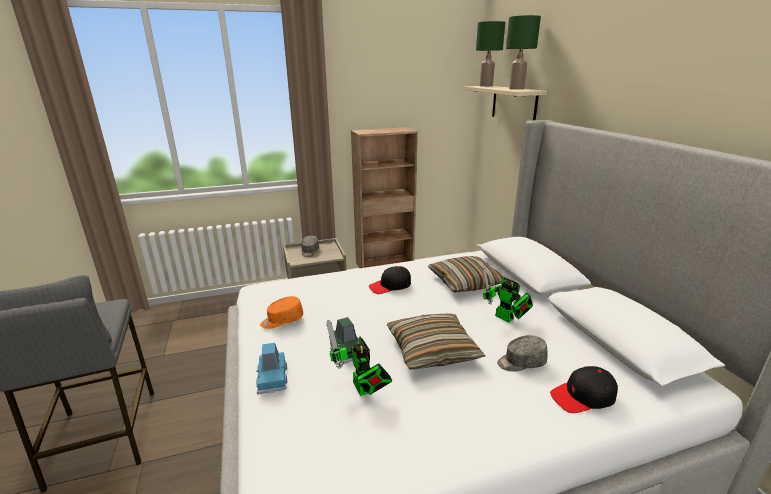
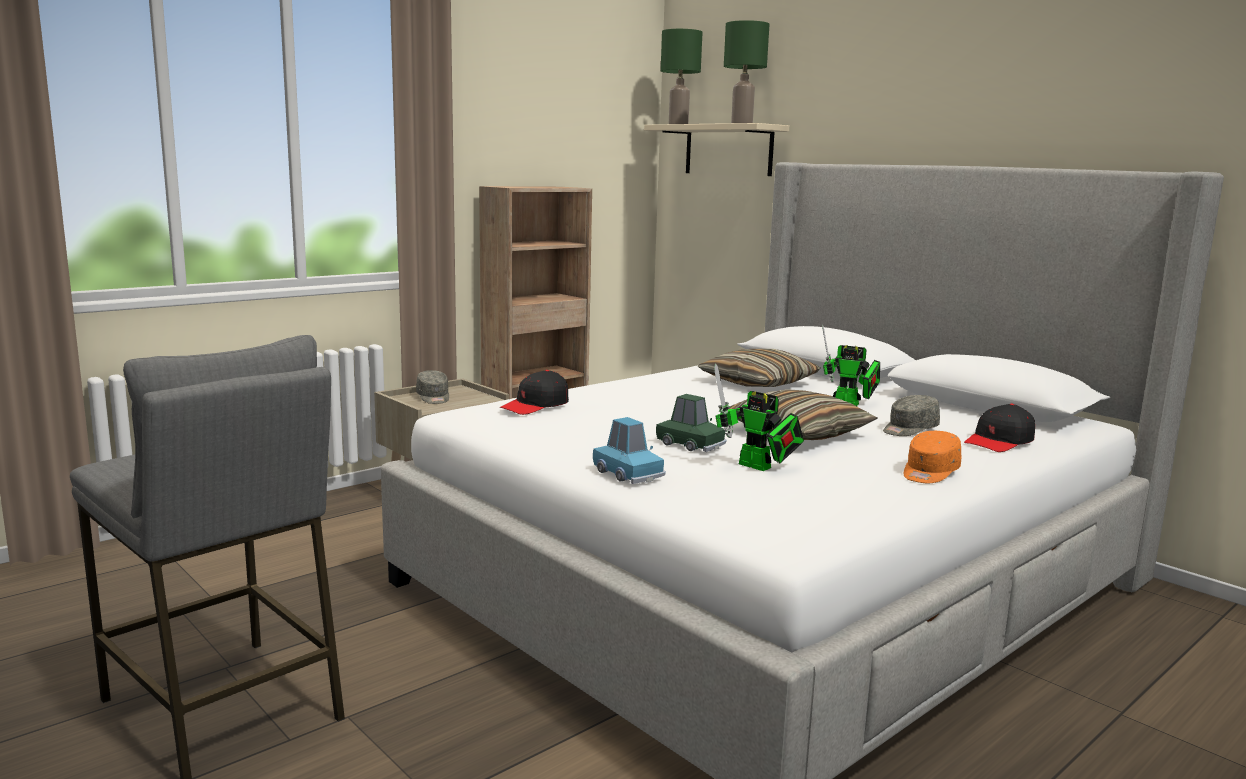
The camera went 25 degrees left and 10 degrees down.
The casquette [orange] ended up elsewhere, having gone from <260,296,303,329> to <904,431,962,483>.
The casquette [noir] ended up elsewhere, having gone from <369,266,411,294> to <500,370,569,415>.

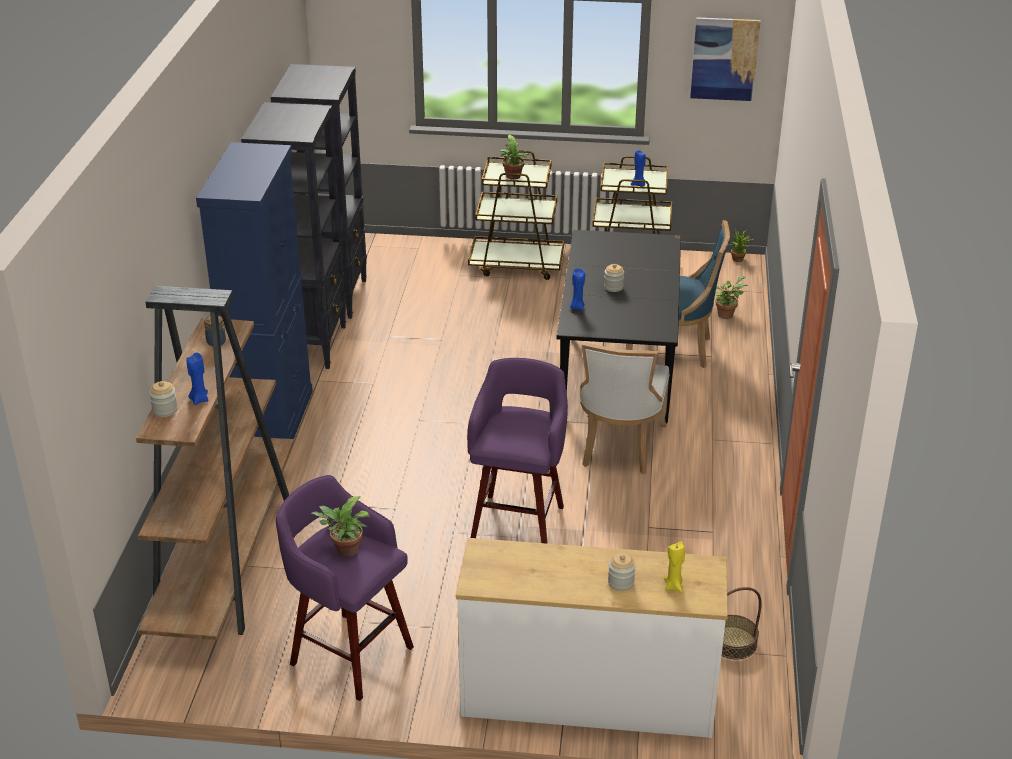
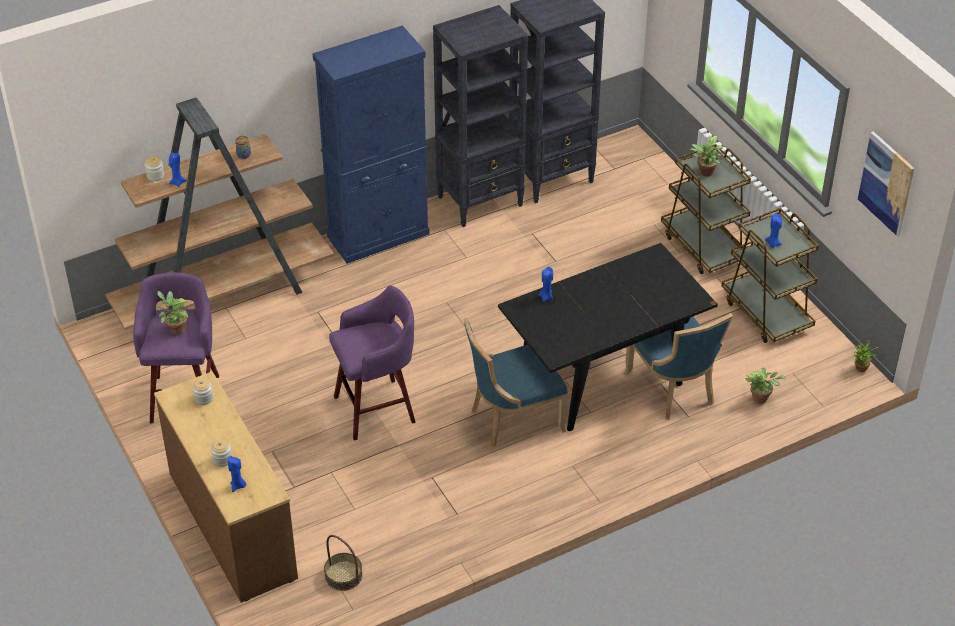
The camera went 55 degrees right and 10 degrees up.
What was the commode [blanc] at <456,538,728,738> turned into the commode [marron] at <154,371,298,603>.
What was the chaise [blanc] at <580,342,669,475> turned into the chaise [bleu] at <464,318,568,448>.
The bocal ended up elsewhere, having gone from <604,264,624,292> to <192,378,213,405>.
What was the bougie [jaune] at <664,542,685,593> turned into the bougie [bleu] at <228,456,246,492>.

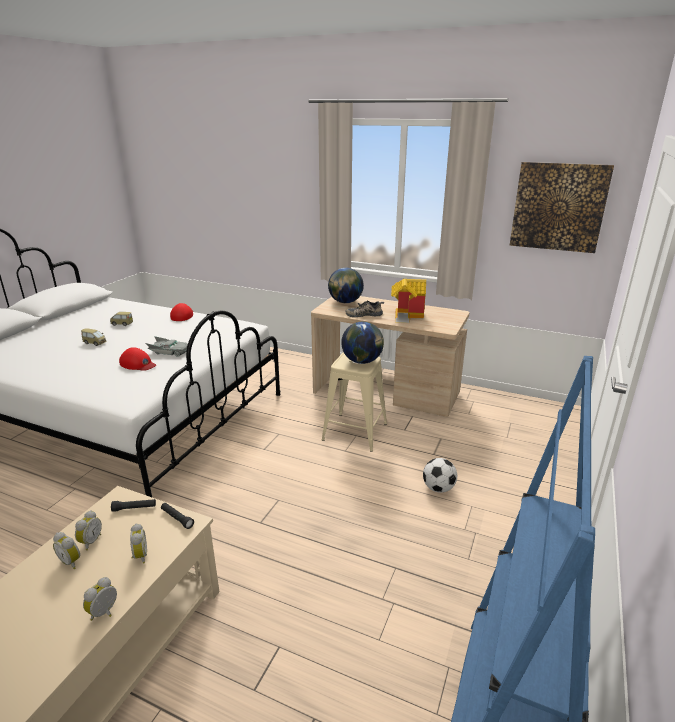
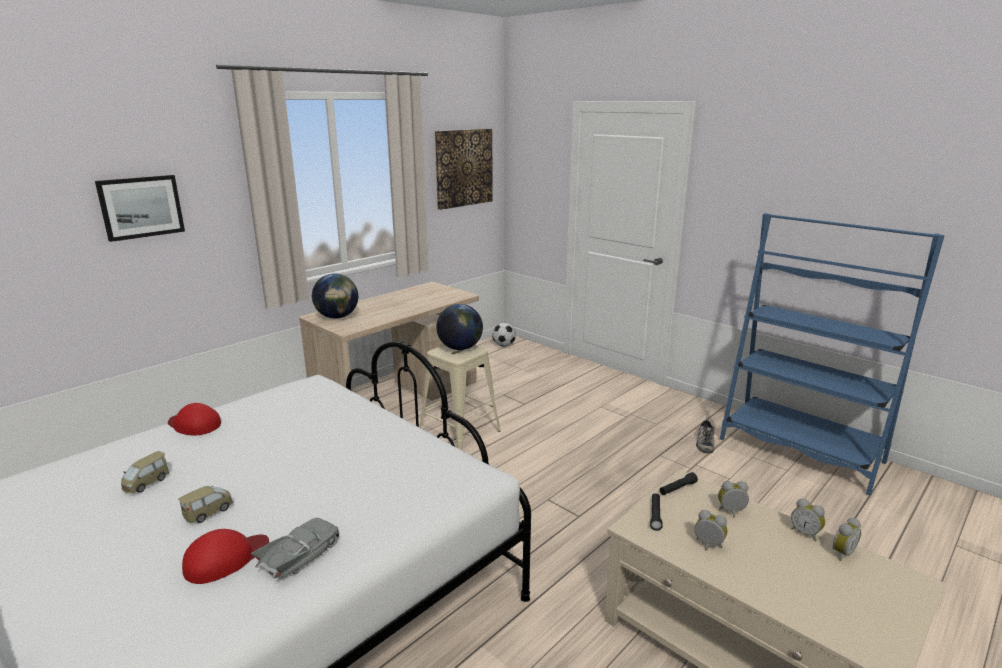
The camera went 70 degrees left and 5 degrees down.
The réveil ended up elsewhere, having gone from <53,532,80,569> to <833,518,861,561>.
The casquette [rouge] ended up elsewhere, having gone from <119,347,156,371> to <182,529,269,584>.
The petite voiture [gris] ended up elsewhere, having gone from <146,336,188,357> to <250,518,339,578>.
The chaussure ended up elsewhere, having gone from <346,300,384,317> to <696,418,715,453>.
The second view lost the maison miniature at <391,279,426,323>.
The ballon de foot ended up elsewhere, having gone from <423,458,457,493> to <492,323,516,346>.
The second view gained the tableau at <95,175,185,242>.

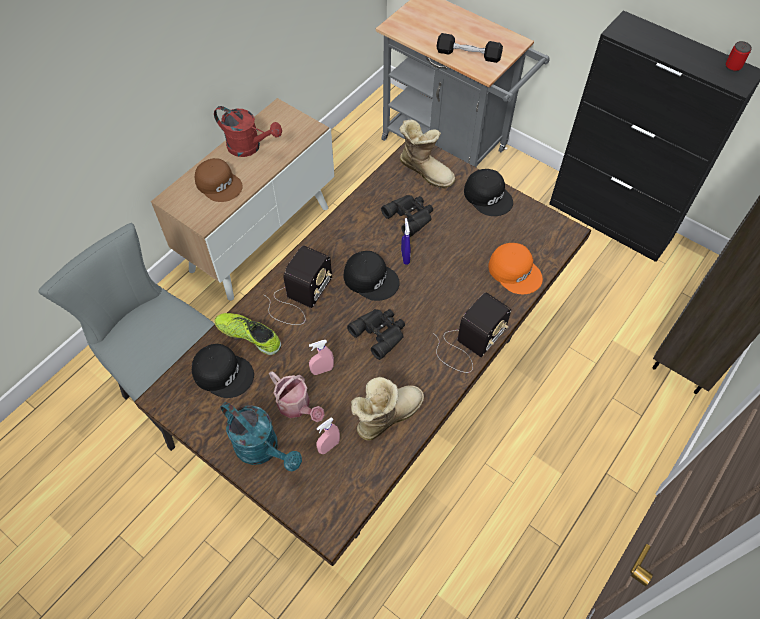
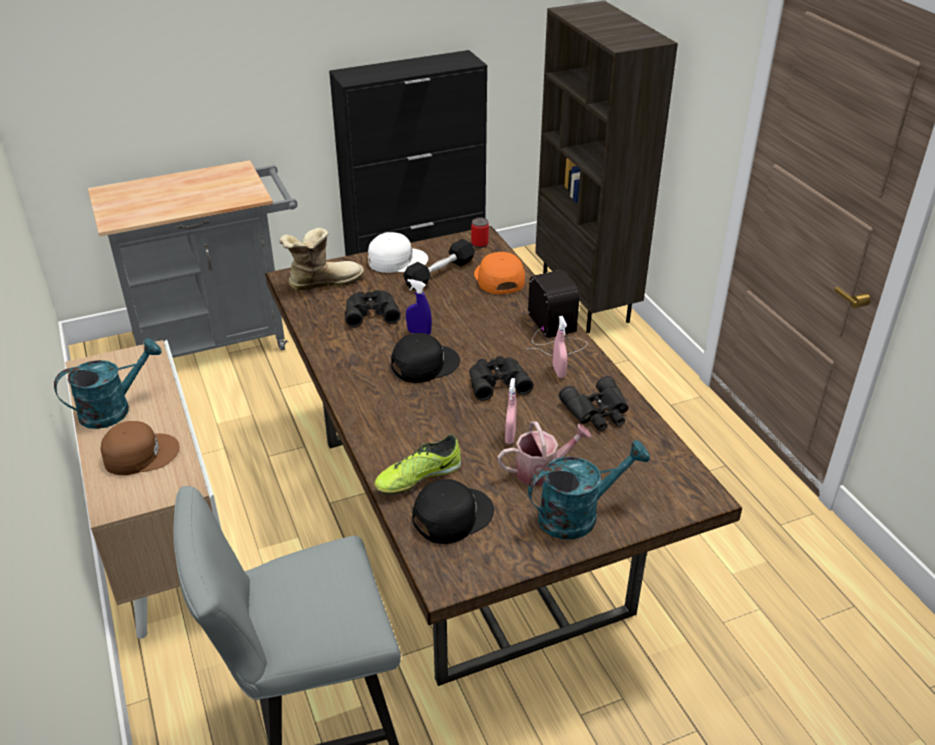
The camera went 60 degrees left and 20 degrees down.
What was the arrosoir [rouge] at <214,106,282,157> turned into the arrosoir [turquoise] at <54,338,162,429>.
The second view lost the radio at <263,246,332,325>.
The vaporisateur [rose] ended up elsewhere, having gone from <316,417,340,454> to <553,316,567,378>.
Where the botte stood at <351,377,424,441>, the jumelles [noir] came to stand at <559,376,629,431>.
The haltère [noir] ended up elsewhere, having gone from <437,33,503,63> to <403,239,475,290>.
What was the casquette [noir] at <464,169,513,216> turned into the casquette [blanc] at <368,232,428,273>.
The casquette [orange] at <488,243,543,294> ended up facing another way, 90 degrees counterclockwise from before.
The boîte métallique ended up elsewhere, having gone from <726,41,752,72> to <471,217,489,248>.

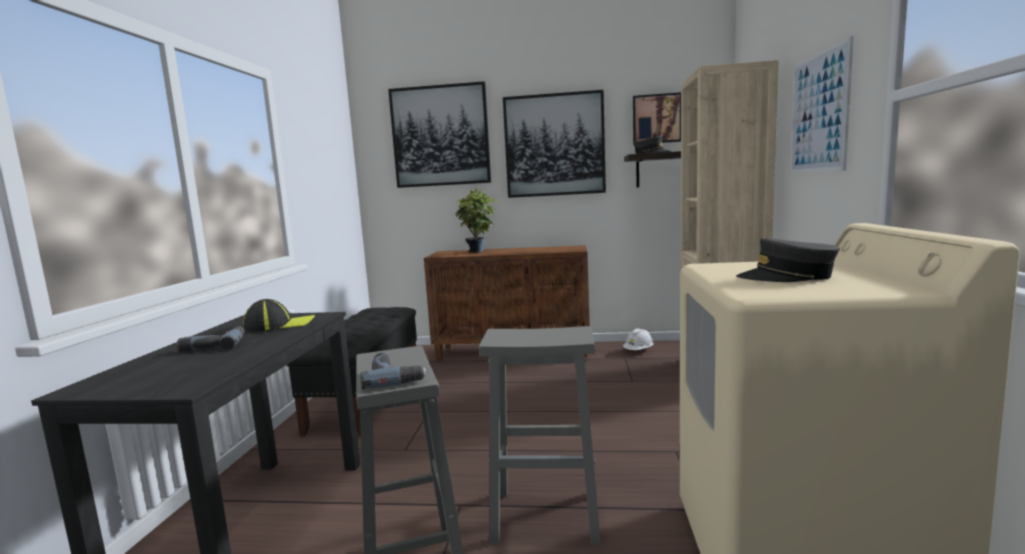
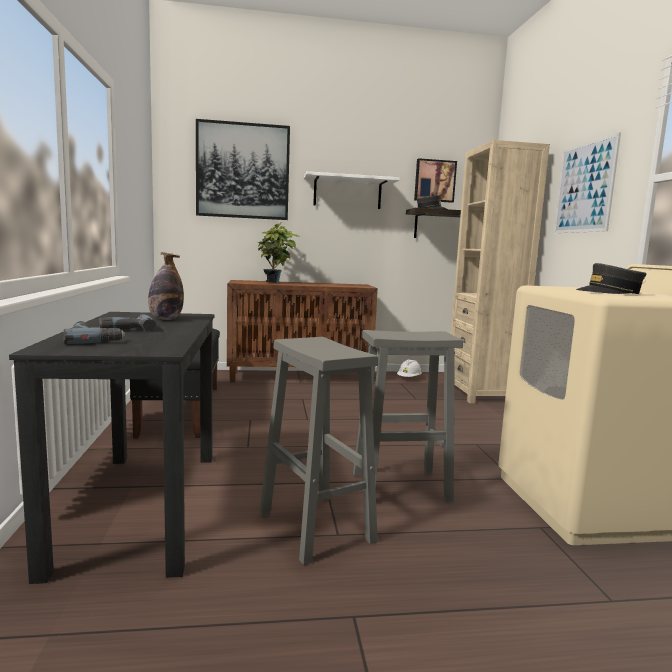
The camera went 15 degrees left and 0 degrees up.
Where the casquette stood at <243,299,315,332>, the bouteille came to stand at <148,252,184,320>.
The perceuse ended up elsewhere, having gone from <360,352,428,390> to <63,321,125,344>.
Where the tableau hung at <503,90,606,198>, the étagère [blanc] came to hang at <304,171,400,209>.

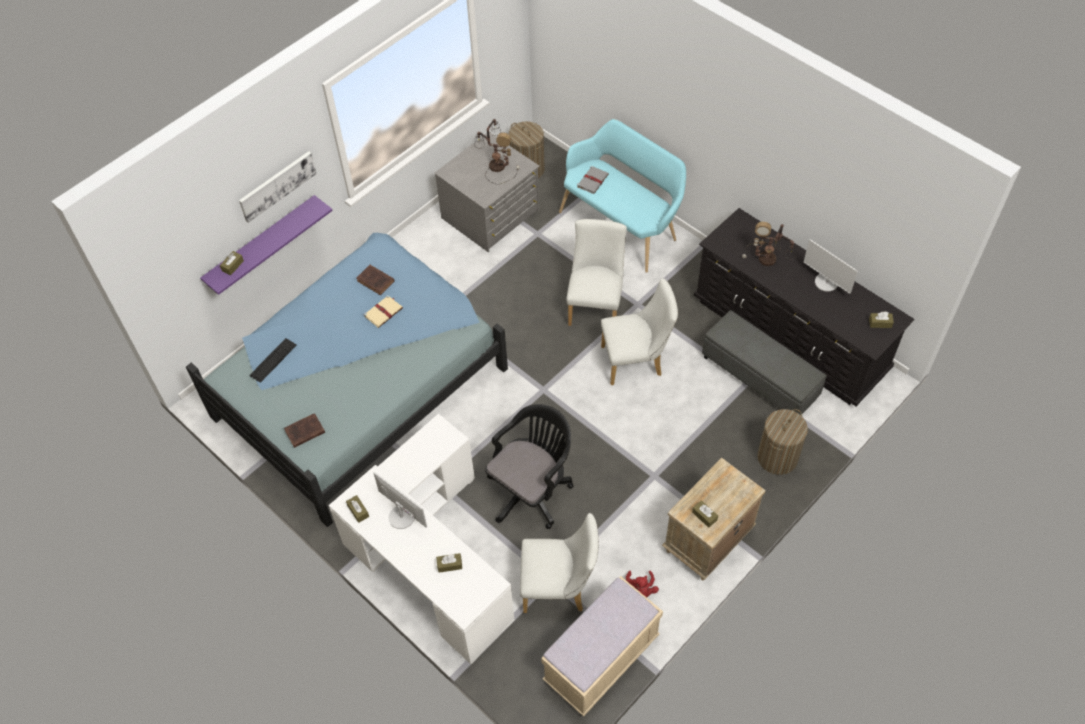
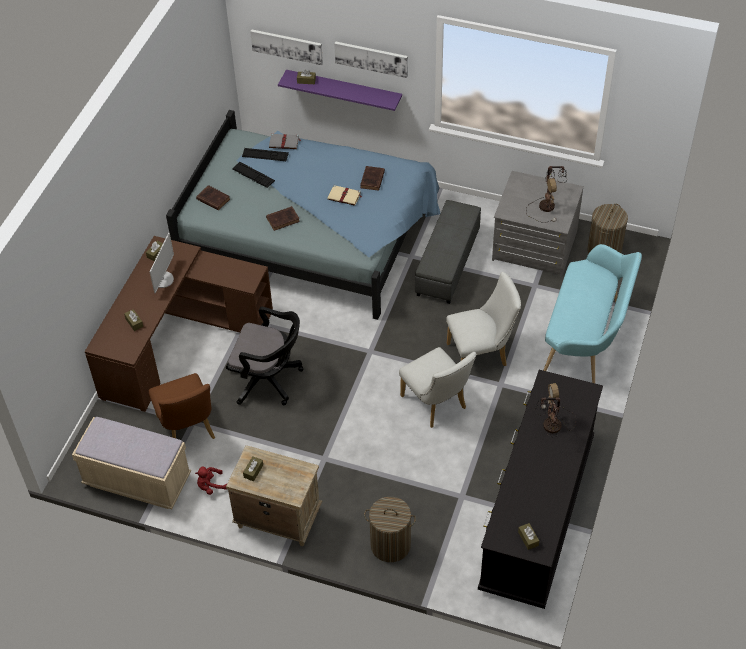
The camera went 65 degrees right and 5 degrees down.
What was the bureau [blanc] at <329,414,515,664> turned into the bureau [marron] at <85,236,273,412>.
What was the chaise [blanc] at <520,513,599,613> turned into the chaise [marron] at <149,373,215,439>.
The livre [gris] ended up elsewhere, having gone from <577,166,609,194> to <269,133,301,149>.
The pouf [gris] ended up elsewhere, having gone from <702,310,827,415> to <415,200,481,304>.
The second view lost the écran d'ordinateur at <804,239,858,294>.
The second view gained the clavier at <232,162,275,188>.
The second view gained the tableau at <250,29,323,65>.
The second view gained the livre [marron] at <266,206,300,231>.

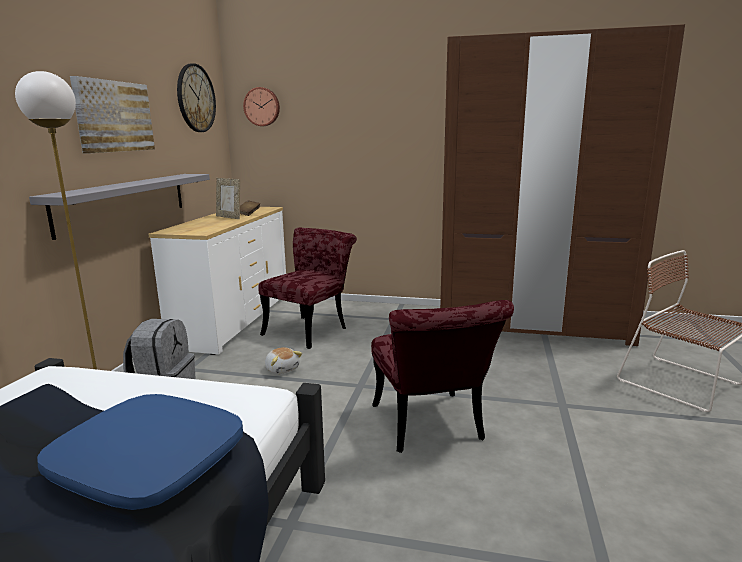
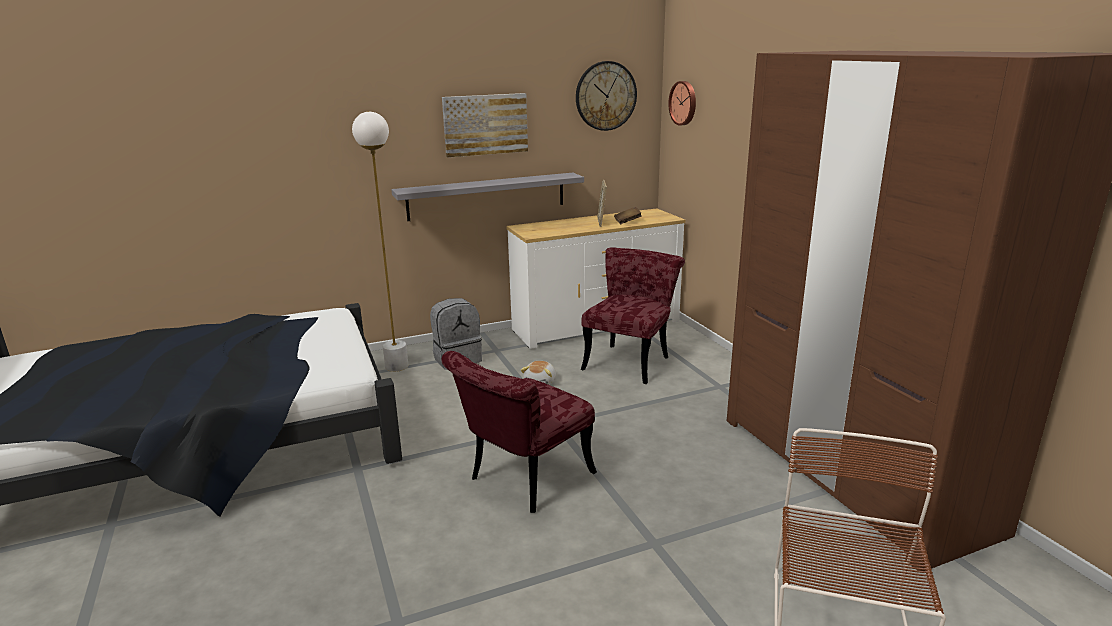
The camera went 55 degrees right and 5 degrees up.
The second view lost the coussin [bleu] at <37,394,243,510>.
The chaise [rouge] at <258,228,357,349> ended up facing another way, 60 degrees counterclockwise from before.

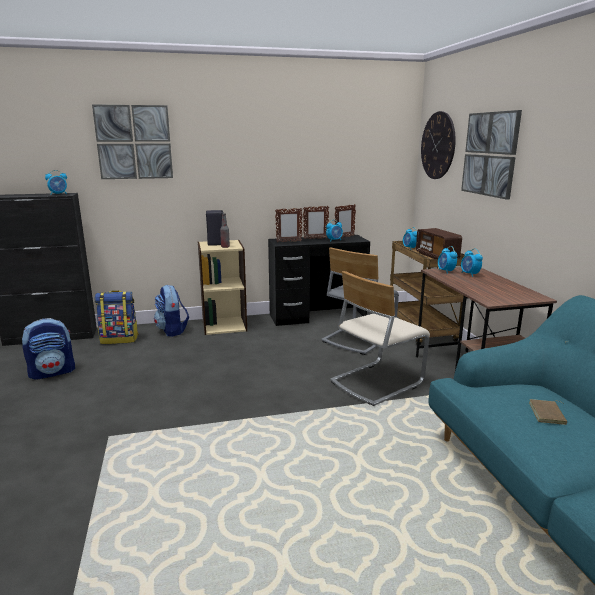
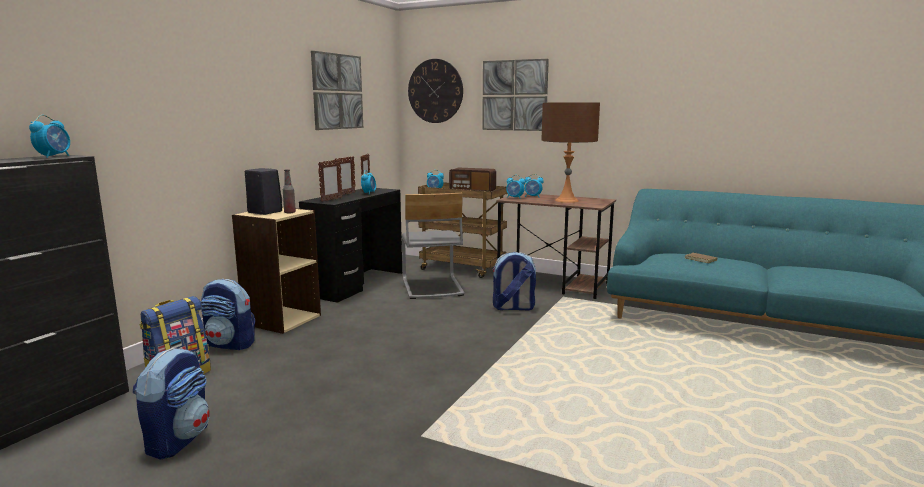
The camera went 50 degrees left and 5 degrees down.
The tableau ended up elsewhere, having gone from <92,104,173,179> to <311,51,363,130>.
Where the chaise [beige] stood at <330,271,430,406>, the sac à dos came to stand at <493,252,536,310>.
The second view gained the lampe de table [marron] at <541,102,600,203>.

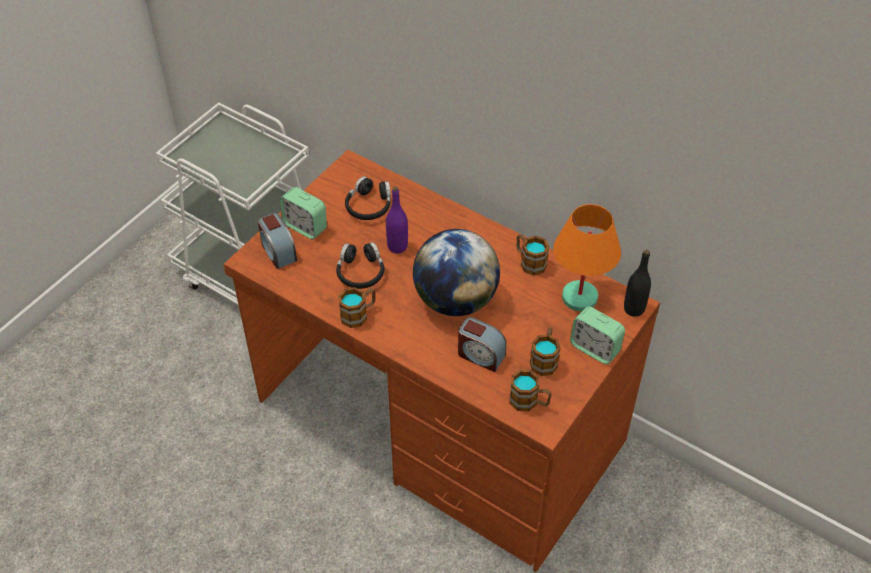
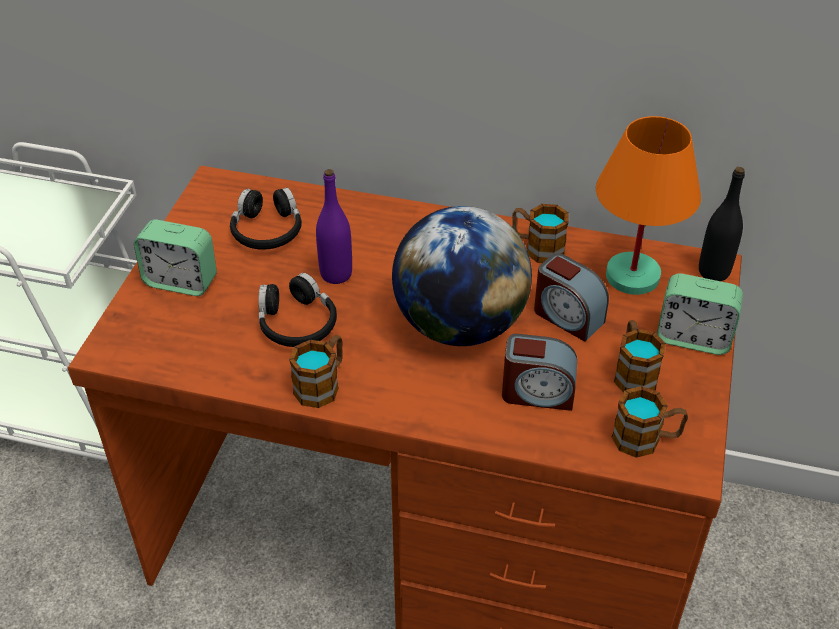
The camera went 20 degrees left and 5 degrees down.
The réveil ended up elsewhere, having gone from <258,212,297,269> to <534,253,609,342>.

